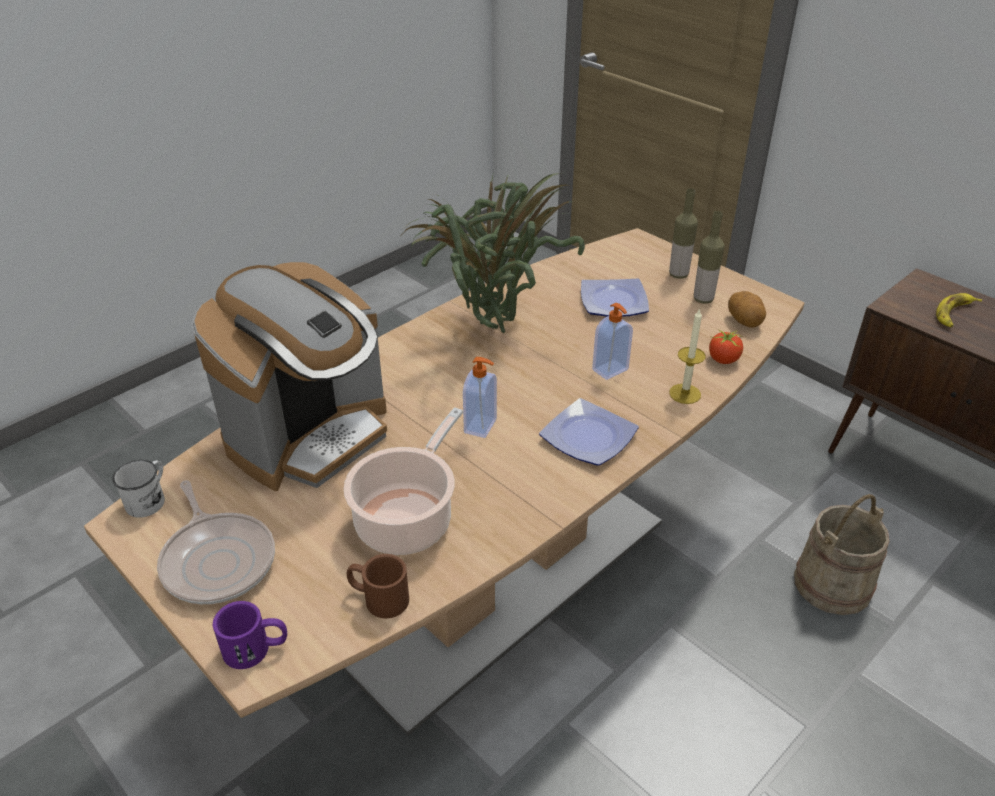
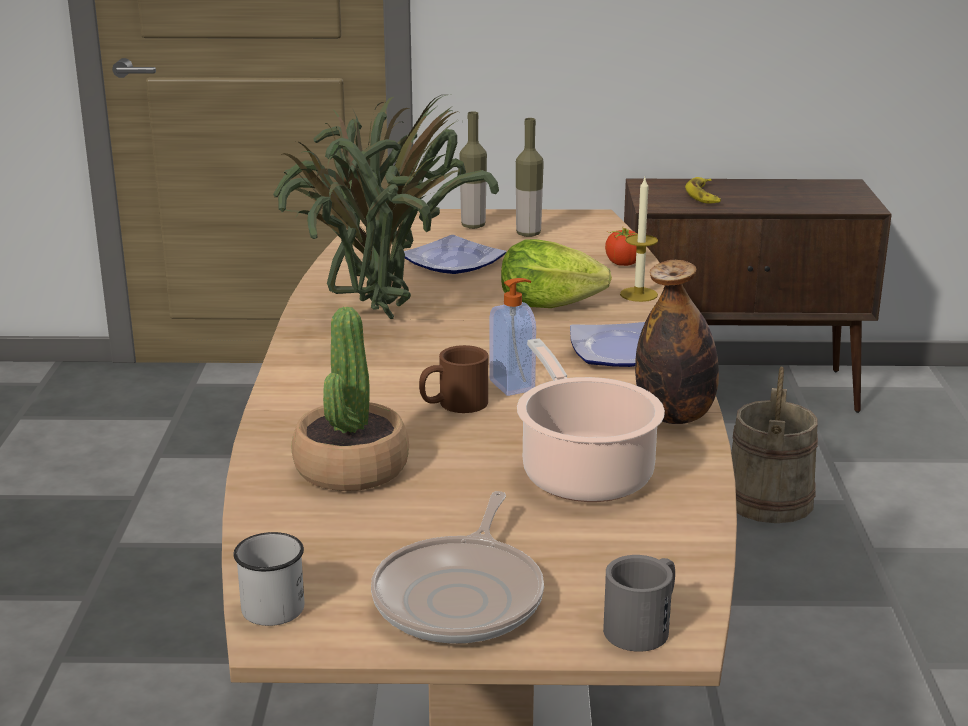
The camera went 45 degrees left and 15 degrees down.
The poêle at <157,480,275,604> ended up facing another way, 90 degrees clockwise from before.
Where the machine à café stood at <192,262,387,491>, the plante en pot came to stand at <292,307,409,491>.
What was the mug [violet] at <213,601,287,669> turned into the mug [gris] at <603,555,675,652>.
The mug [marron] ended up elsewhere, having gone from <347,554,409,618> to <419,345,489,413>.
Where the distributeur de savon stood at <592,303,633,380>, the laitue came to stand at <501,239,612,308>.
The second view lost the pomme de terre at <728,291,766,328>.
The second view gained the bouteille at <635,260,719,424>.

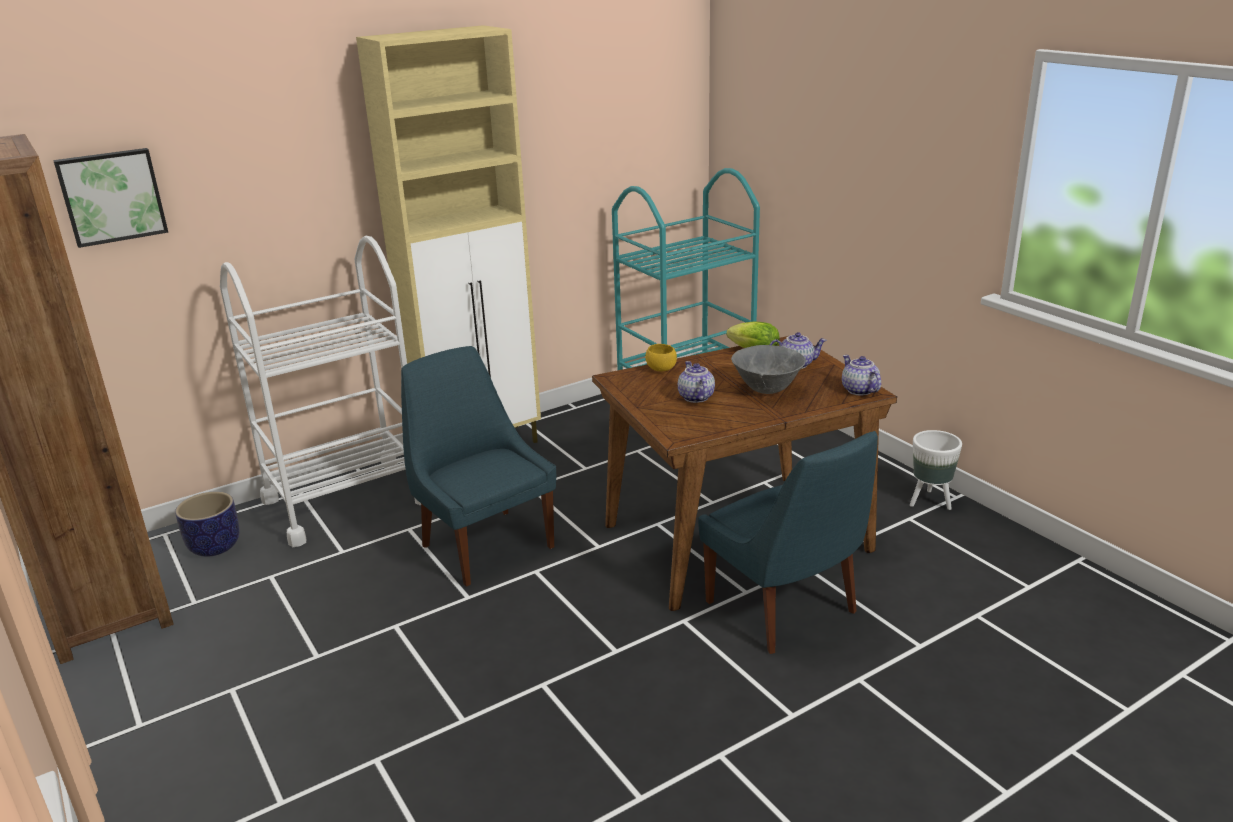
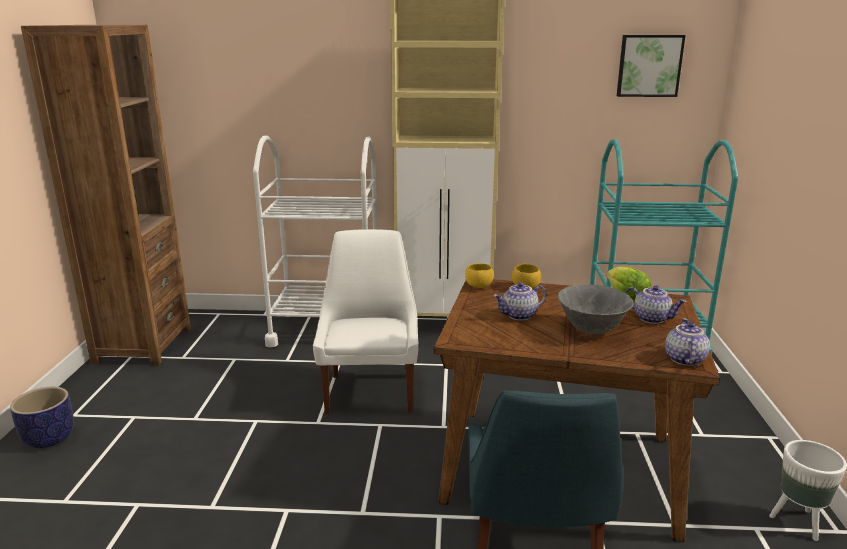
The camera went 35 degrees right and 5 degrees down.
The tableau ended up elsewhere, having gone from <53,148,168,248> to <617,35,686,97>.
The cache-pot ended up elsewhere, having gone from <175,492,240,557> to <10,387,74,448>.
What was the chaise [bleu] at <401,346,556,587> turned into the chaise [blanc] at <313,229,419,415>.
The théière at <678,361,715,403> ended up facing another way, 135 degrees counterclockwise from before.
The second view gained the bol [jaune] at <465,263,494,288>.

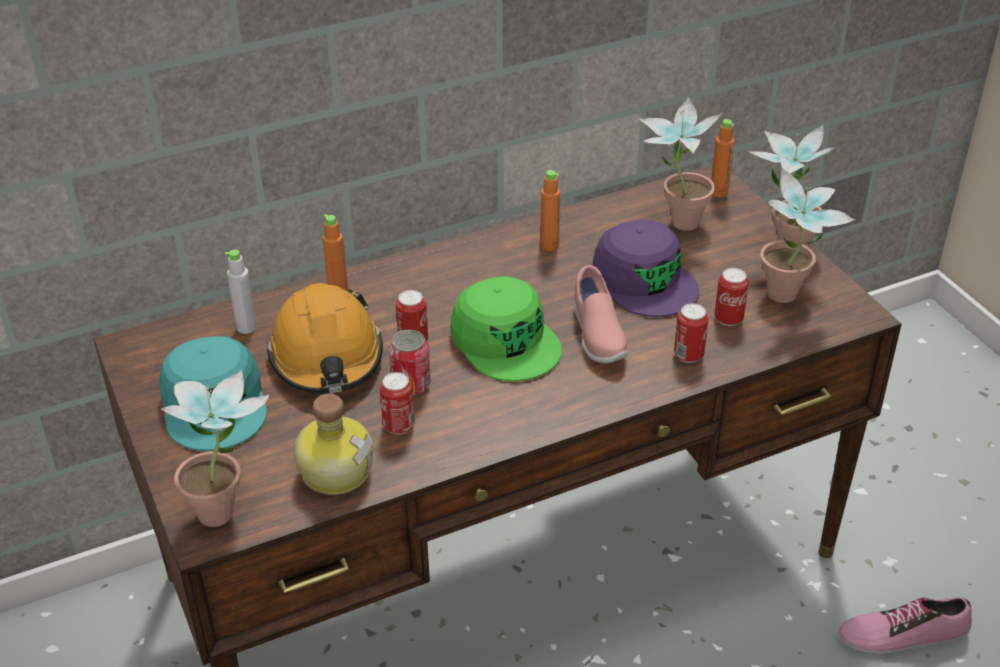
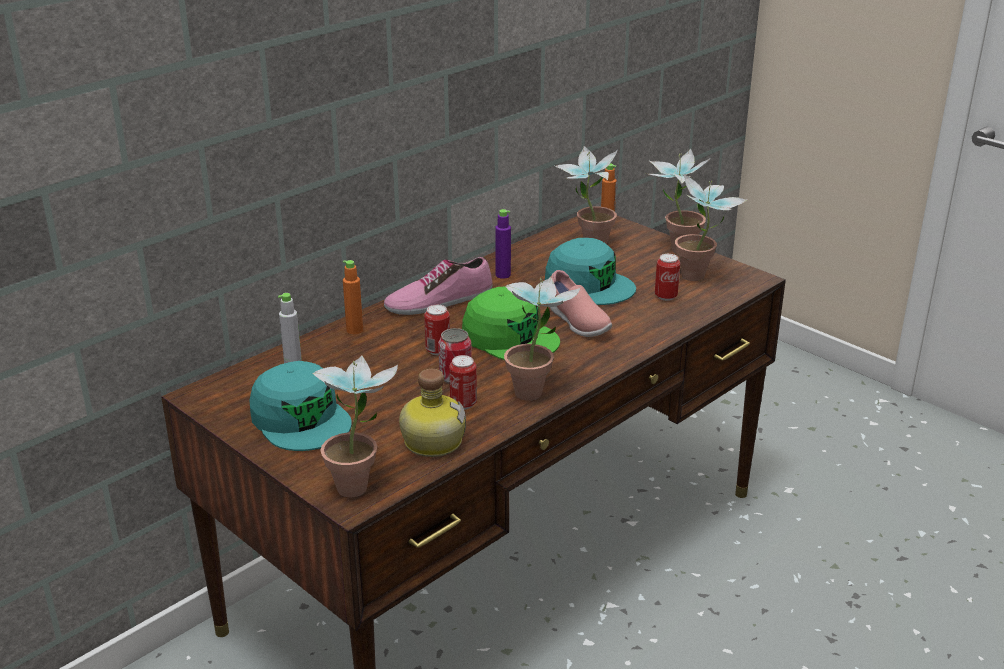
The camera went 20 degrees left and 10 degrees down.
The second view lost the casque de chantier [orange] at <267,283,383,394>.
What was the bouteille [orange] at <540,170,560,251> turned into the bouteille [violet] at <495,209,511,279>.
What was the casquette [violet] at <593,219,699,317> turned into the casquette [turquoise] at <545,238,636,305>.
The second view lost the boîte métallique at <674,303,709,363>.
The chaussure ended up elsewhere, having gone from <839,597,972,655> to <384,257,492,315>.
The second view gained the plante en pot at <504,277,580,401>.

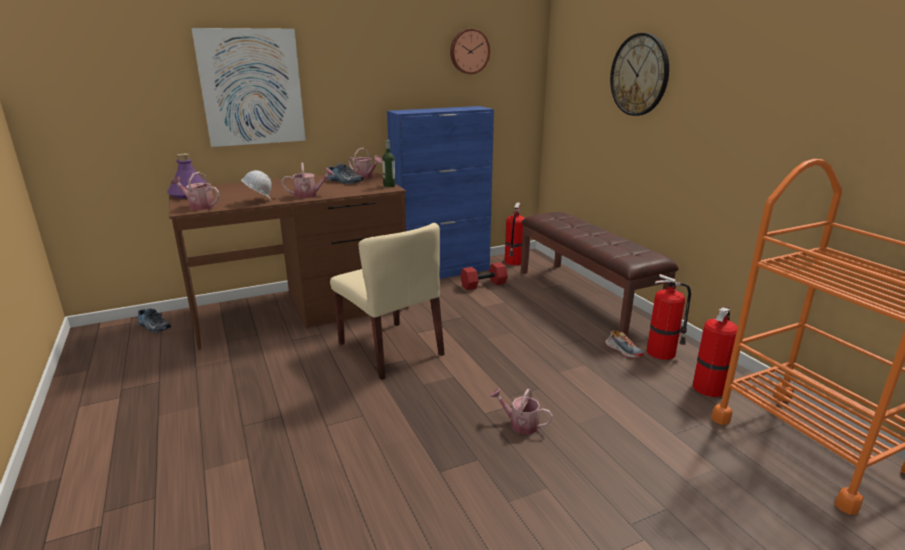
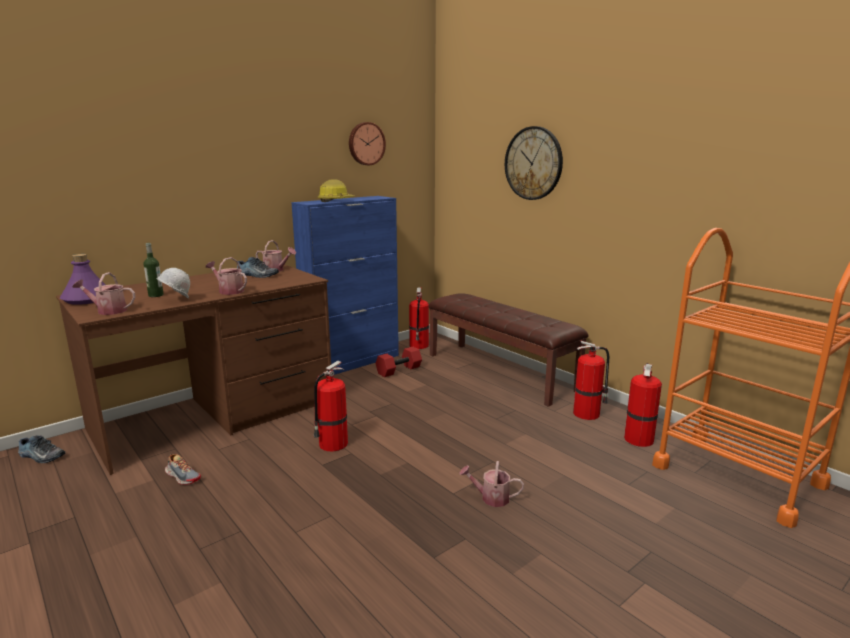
The camera went 15 degrees left and 5 degrees down.
The second view lost the tableau at <191,28,306,147>.
The arrosoir at <281,163,334,198> ended up facing another way, 120 degrees counterclockwise from before.
Where the chaise [beige] stood at <330,223,445,380>, the extincteur came to stand at <313,361,348,451>.
The bouteille ended up elsewhere, having gone from <382,140,396,187> to <143,243,163,297>.
The chaussure ended up elsewhere, having gone from <605,330,644,358> to <165,454,201,485>.
The second view gained the casque de chantier at <318,179,355,202>.

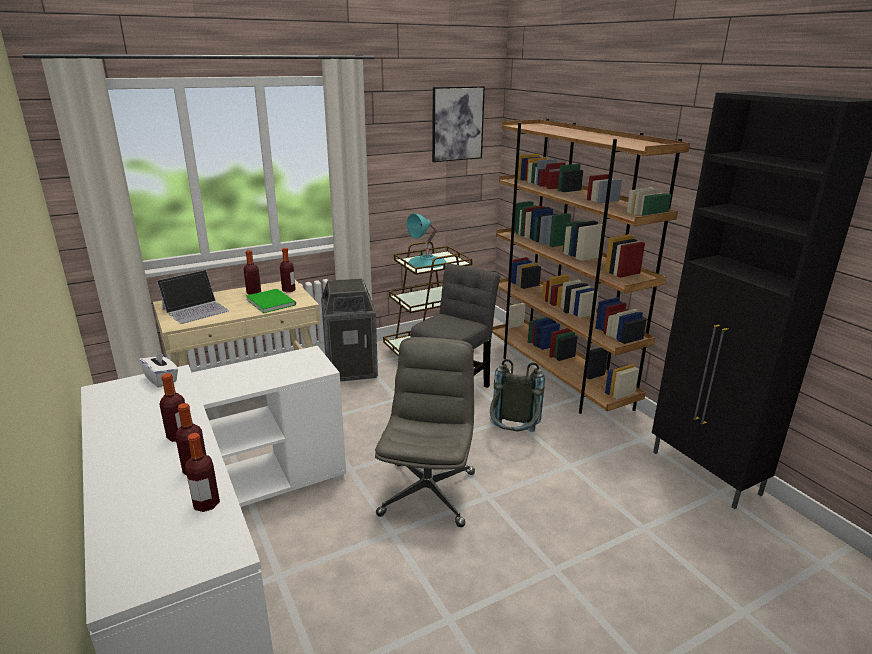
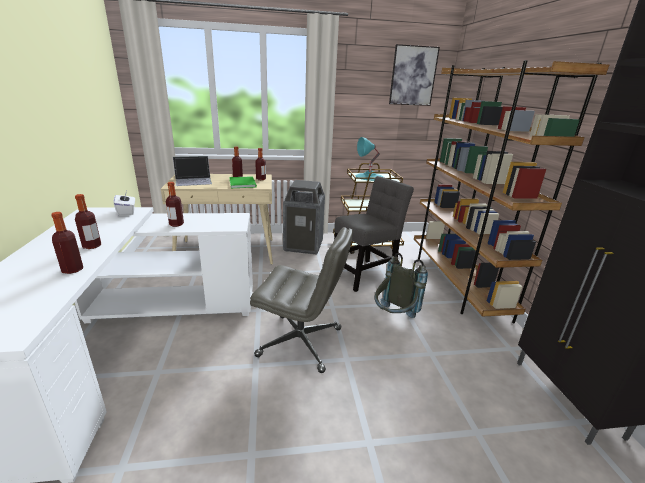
The camera went 20 degrees right and 0 degrees up.
The bouteille ended up elsewhere, having gone from <185,433,220,512> to <166,182,184,227>.
The chaise de bureau [gris] at <375,337,475,527> ended up facing another way, 75 degrees clockwise from before.

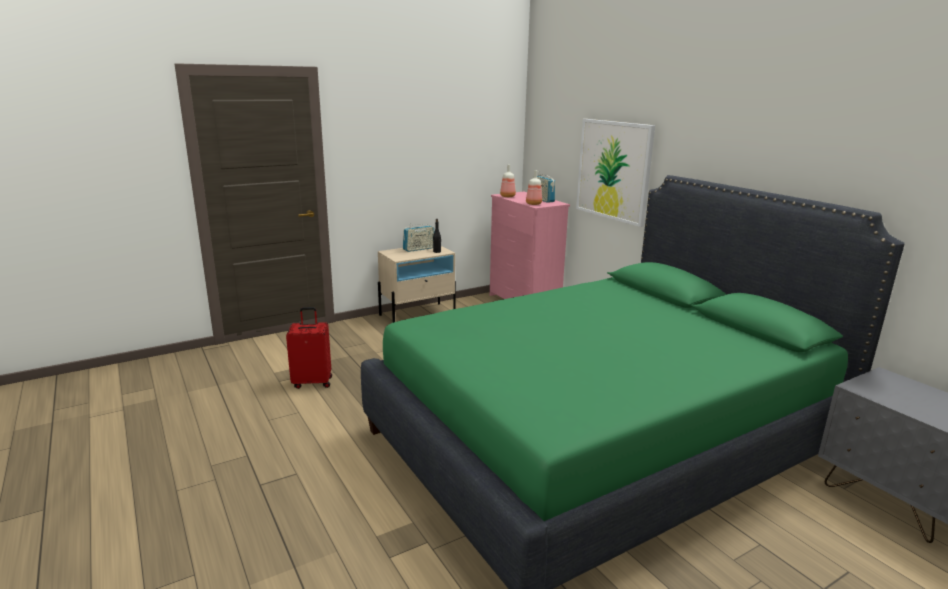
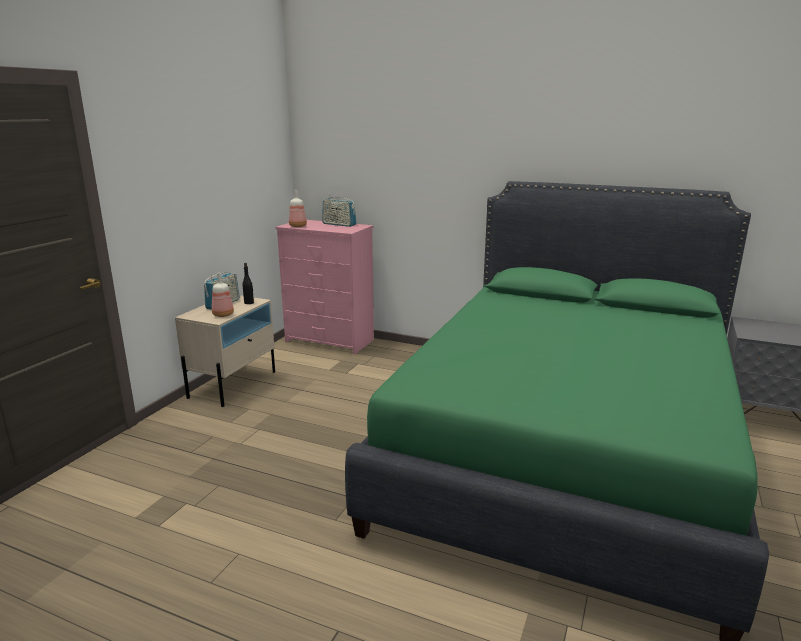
The camera went 35 degrees left and 0 degrees up.
The second view lost the valise [rouge] at <286,307,332,389>.
The bouteille ended up elsewhere, having gone from <526,170,542,205> to <212,273,234,317>.
The second view lost the tableau at <576,119,655,227>.

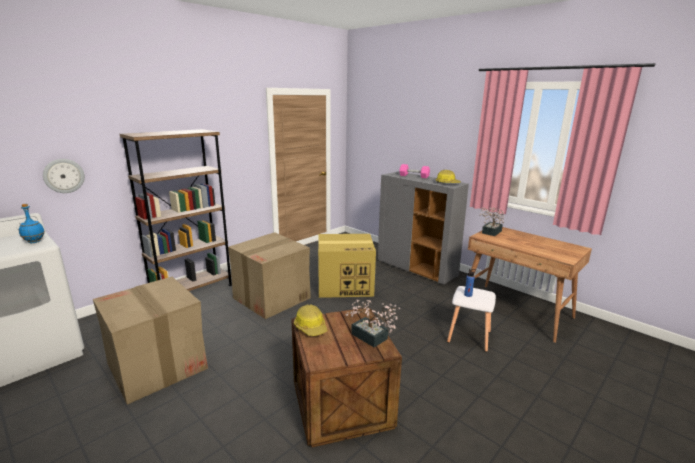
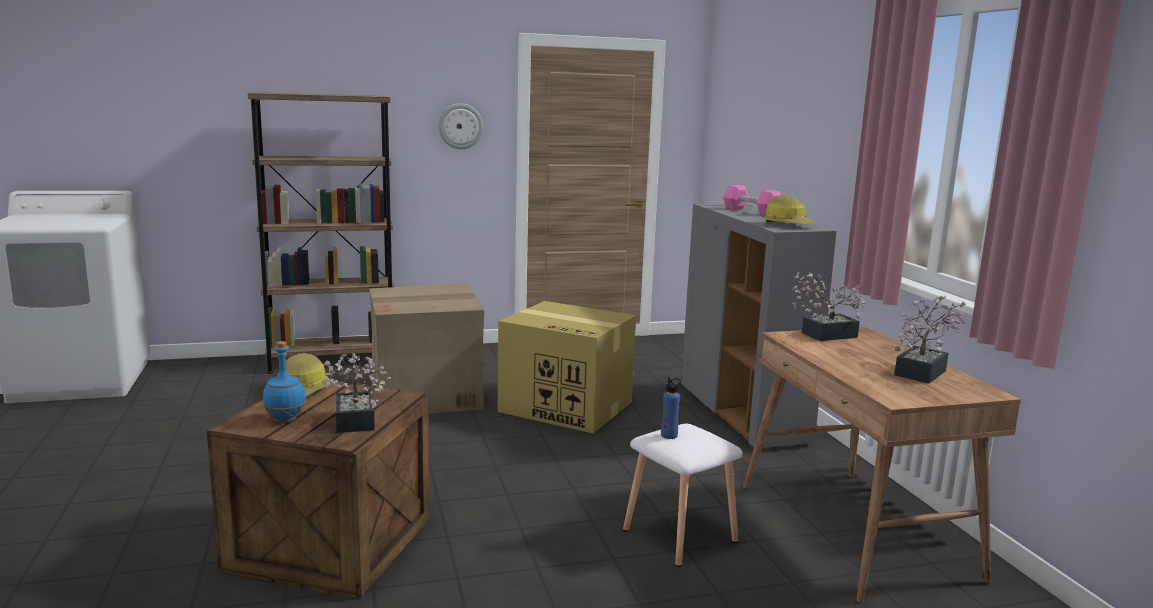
The camera went 30 degrees right and 5 degrees down.
The bouteille [bleu] ended up elsewhere, having gone from <19,204,45,243> to <263,341,306,423>.
The horloge murale ended up elsewhere, having gone from <43,159,85,193> to <438,103,483,149>.
The second view lost the carton at <93,277,208,404>.
The second view gained the plante en pot at <894,296,966,384>.

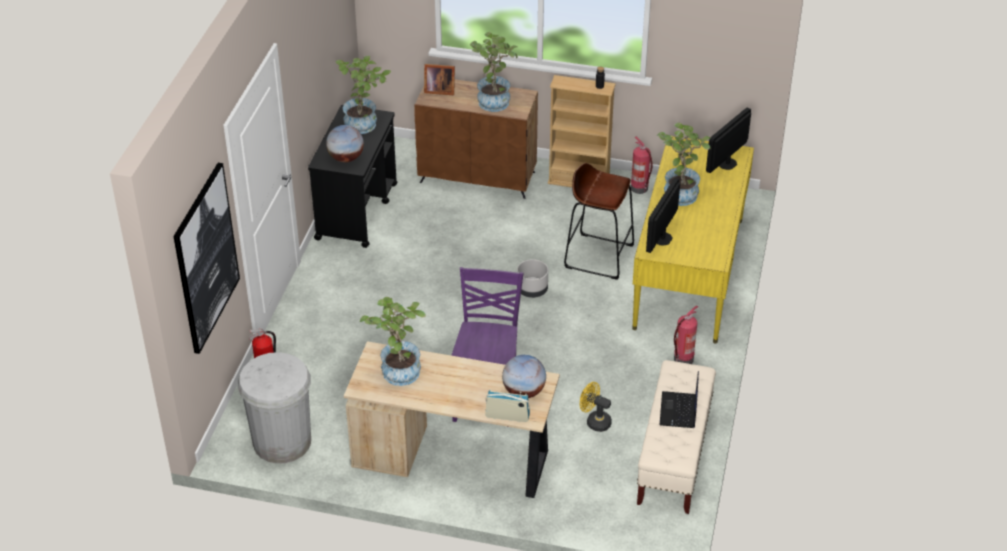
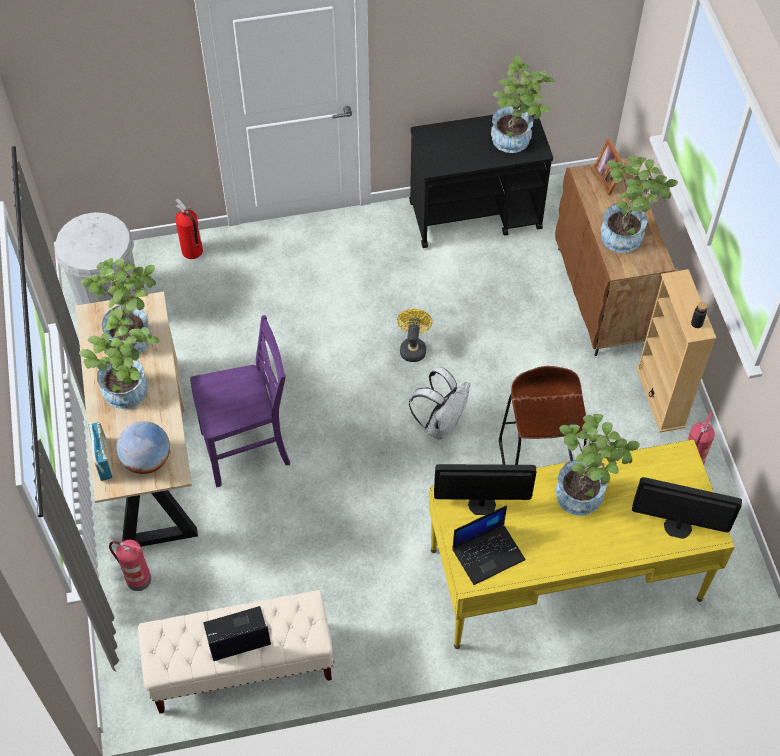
The camera went 65 degrees right and 15 degrees up.
The second view lost the tableau at <173,163,240,354>.
The second view lost the globe at <326,125,364,162>.
Where the cache-pot [gris] stood at <517,259,548,298>, the sac à dos [blanc] came to stand at <409,368,470,440>.
The ventilateur [jaune] ended up elsewhere, having gone from <580,382,612,432> to <397,309,432,362>.
The extincteur ended up elsewhere, having gone from <674,306,698,364> to <109,540,151,591>.
The second view gained the plante en pot at <79,308,159,409>.
The second view gained the ordinateur portable at <452,505,526,585>.

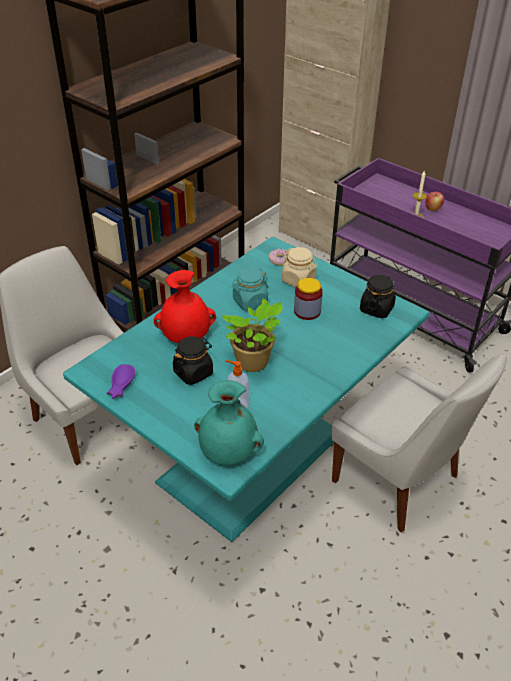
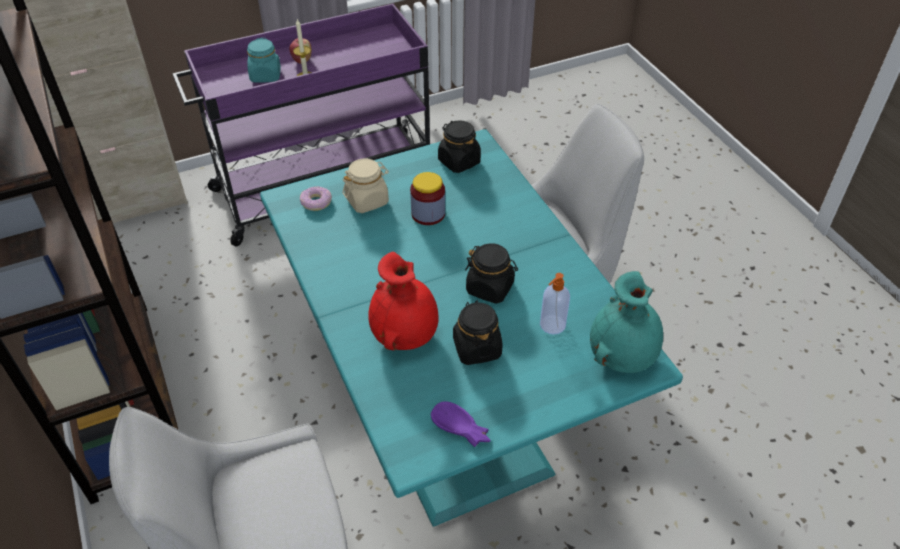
The camera went 65 degrees left and 5 degrees up.
Where the plante en pot stood at <222,299,282,372>, the bocal [noir] came to stand at <465,243,518,304>.
The bocal [turquoise] ended up elsewhere, having gone from <232,268,268,311> to <247,38,281,83>.

